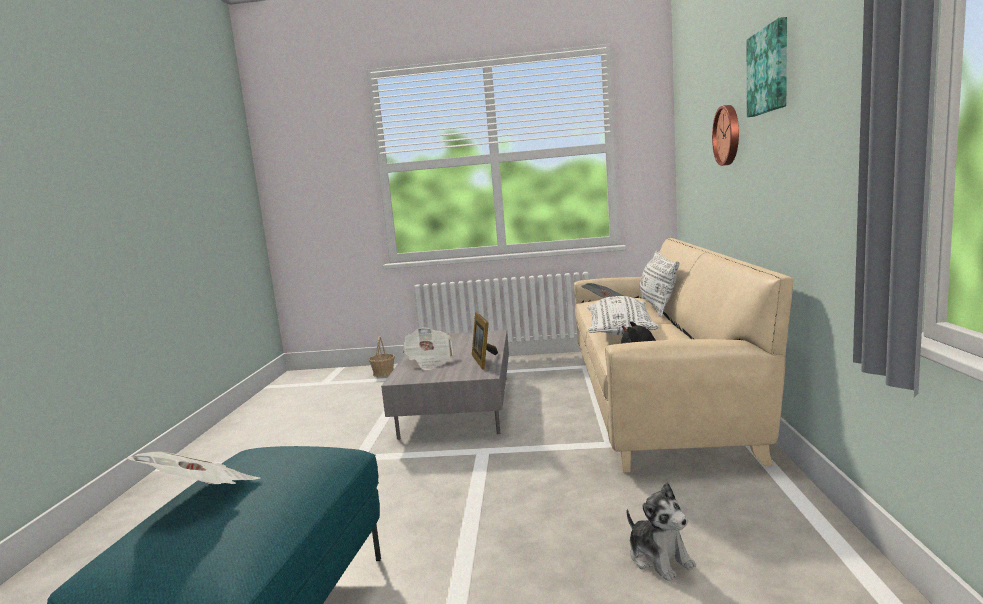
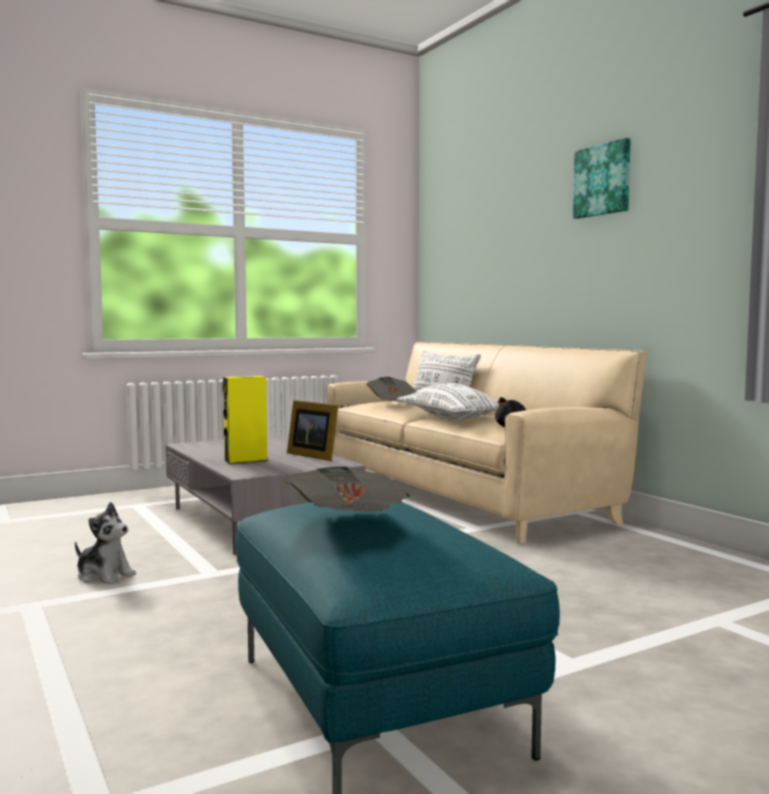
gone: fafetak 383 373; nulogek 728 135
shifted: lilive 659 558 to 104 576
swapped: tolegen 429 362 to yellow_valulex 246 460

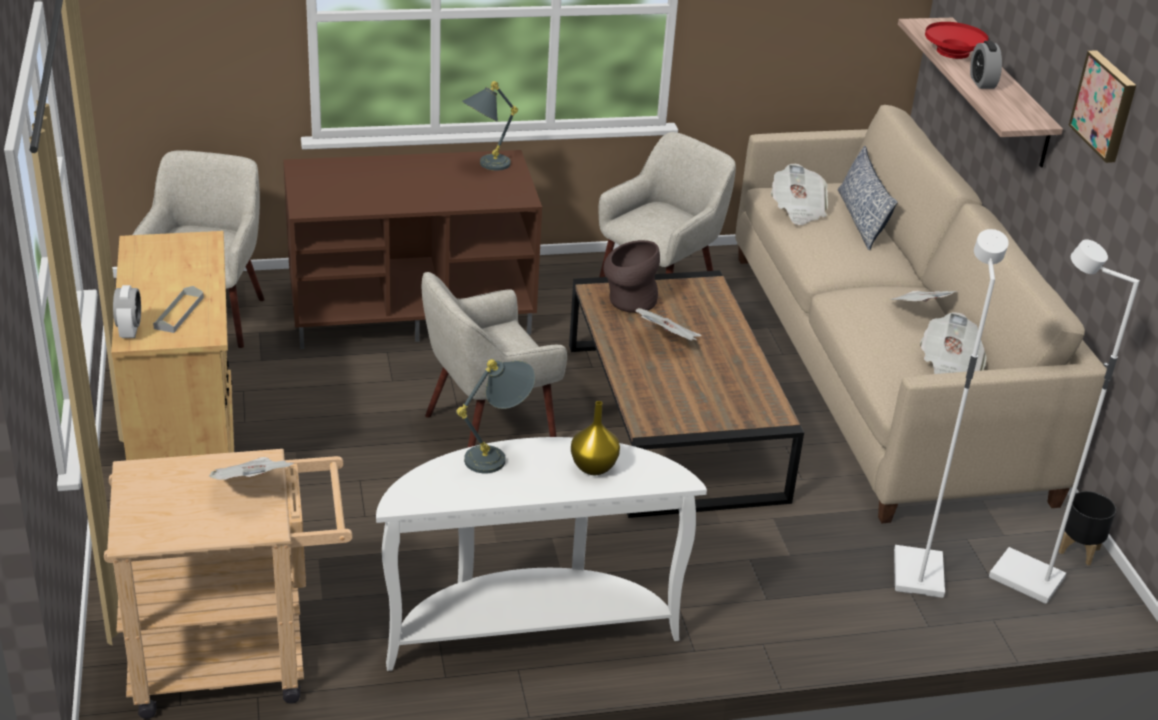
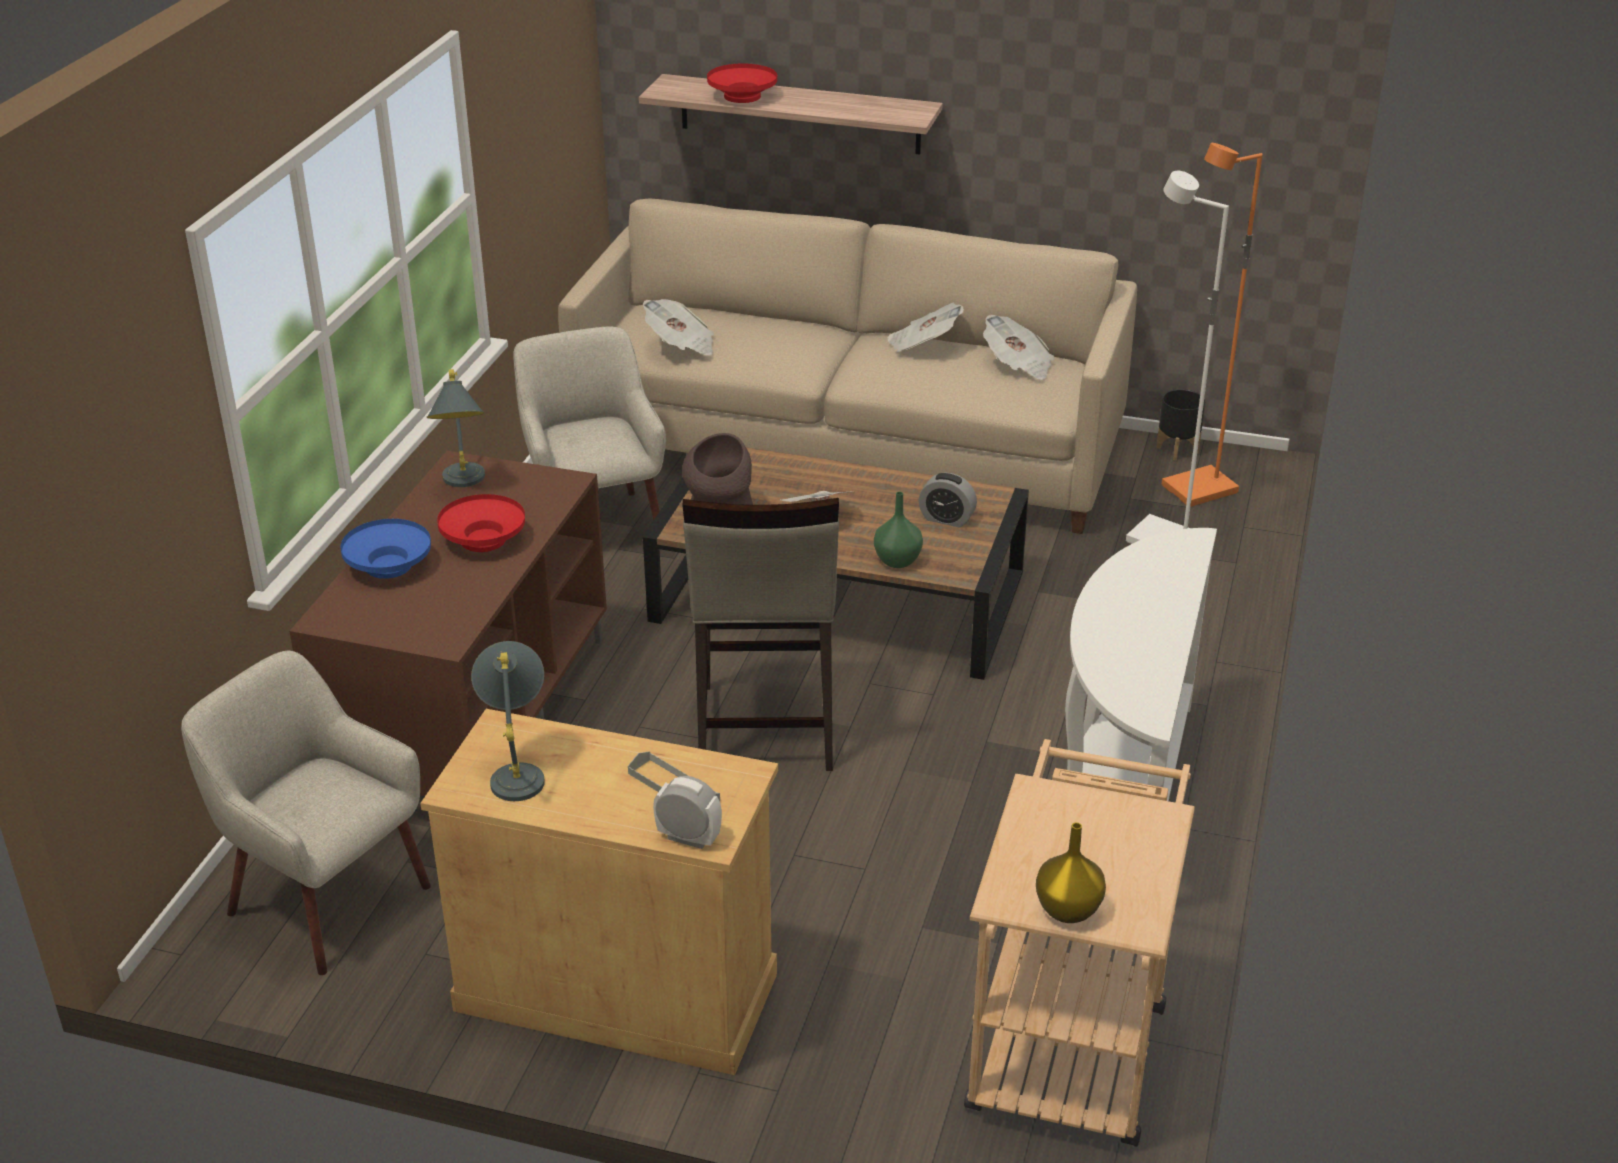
gone: tolegen 253 486; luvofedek 861 220; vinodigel 1105 106
new: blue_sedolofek 389 566; red_sedolofek 484 540; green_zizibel 897 560
shifted: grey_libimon 498 456 to 518 770; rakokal 982 82 to 946 519; yellow_zizibel 592 467 to 1067 911
swapped: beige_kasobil 488 429 to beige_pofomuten 764 728
repainted: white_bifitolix 1024 579 to orange_bifitolix 1199 490

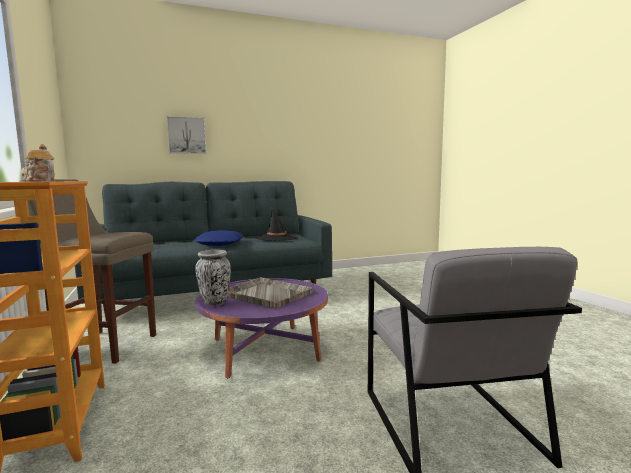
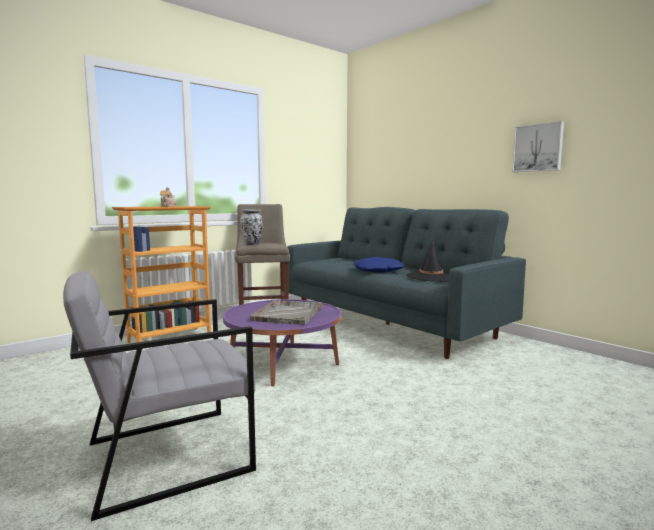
shifted: zizibel 215 302 to 252 244; vinodigel 186 135 to 538 148

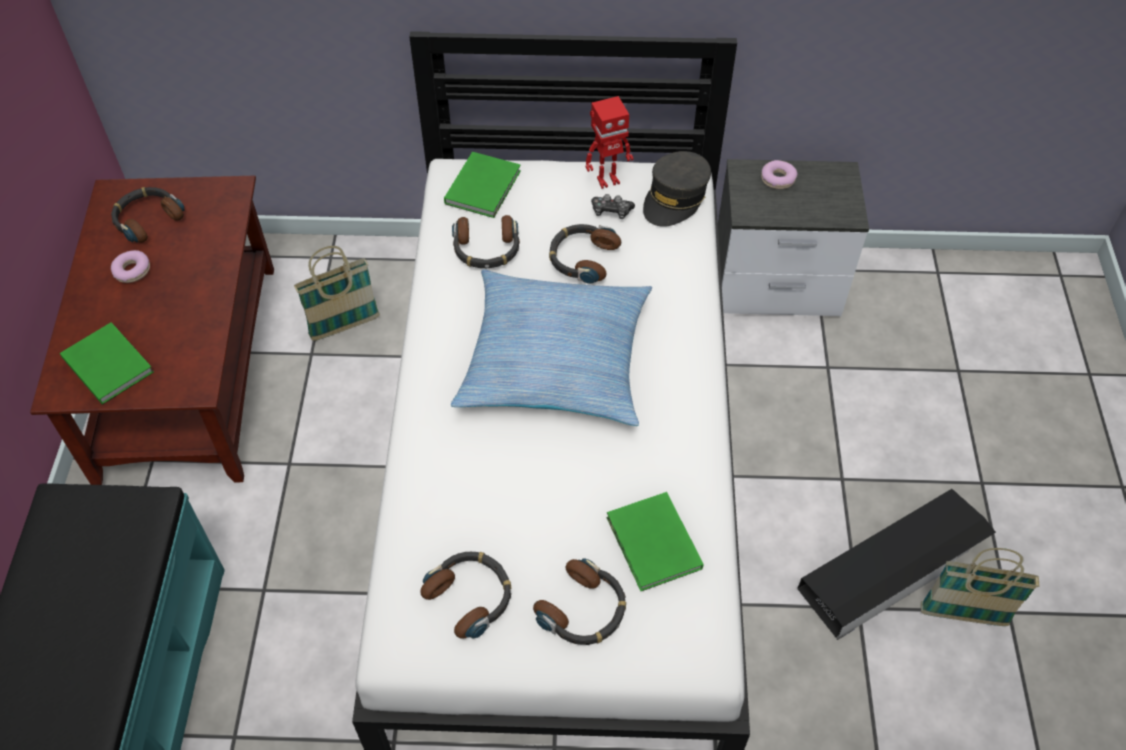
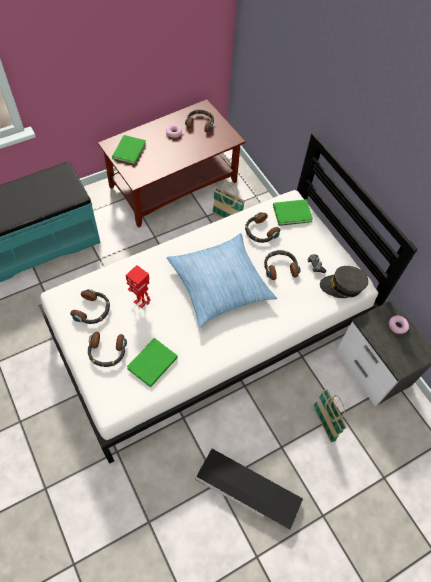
shifted: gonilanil 607 180 to 141 302; fafetak 963 616 to 323 423

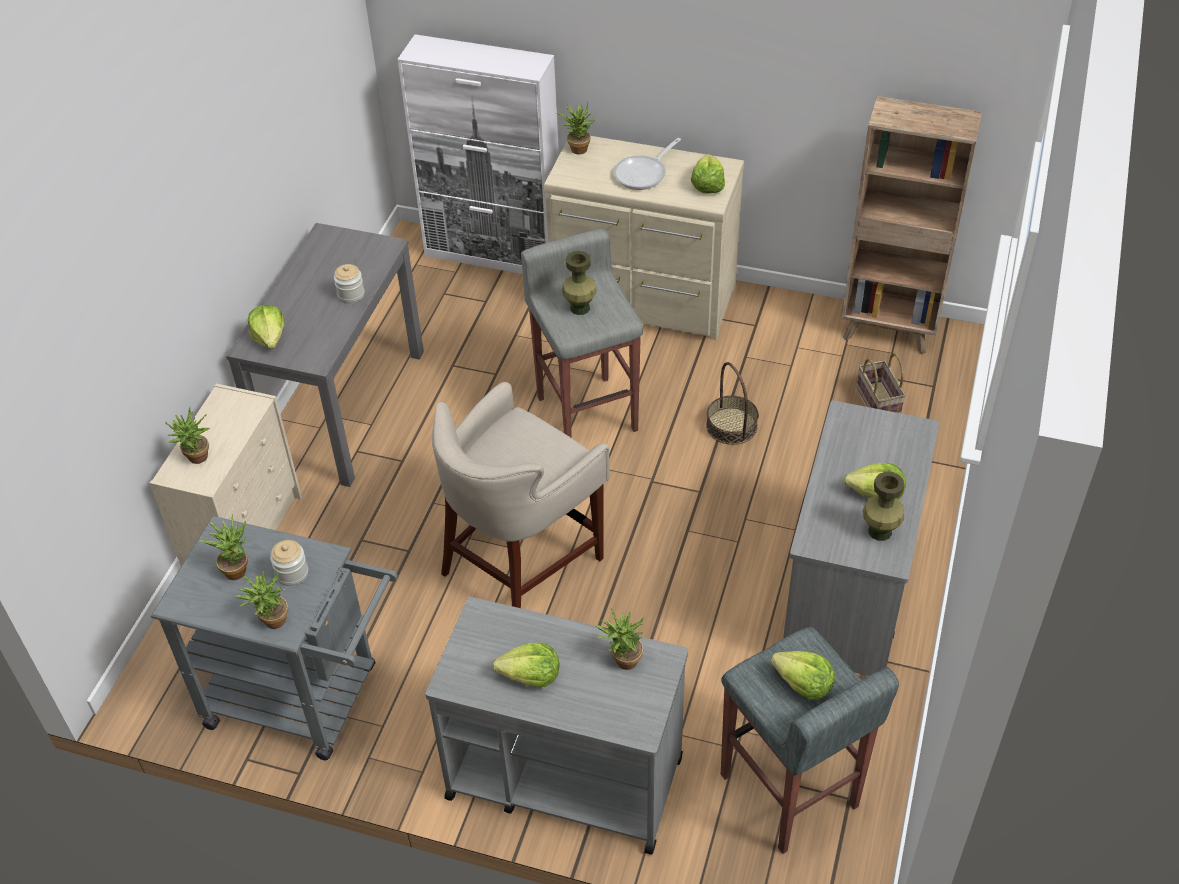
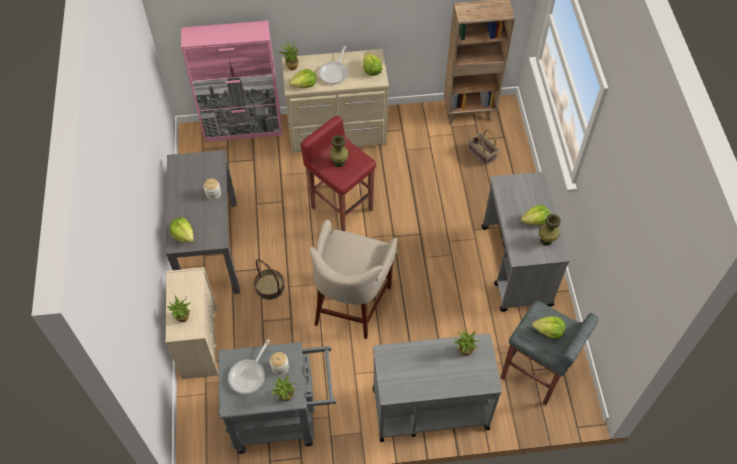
shifted: fafetak 732 426 to 269 287; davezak 531 676 to 304 85
swapped: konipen 237 568 to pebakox 249 375
repainted: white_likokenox 494 254 to pink_likokenox 243 129; grey_pofomuten 587 412 to red_pofomuten 341 208

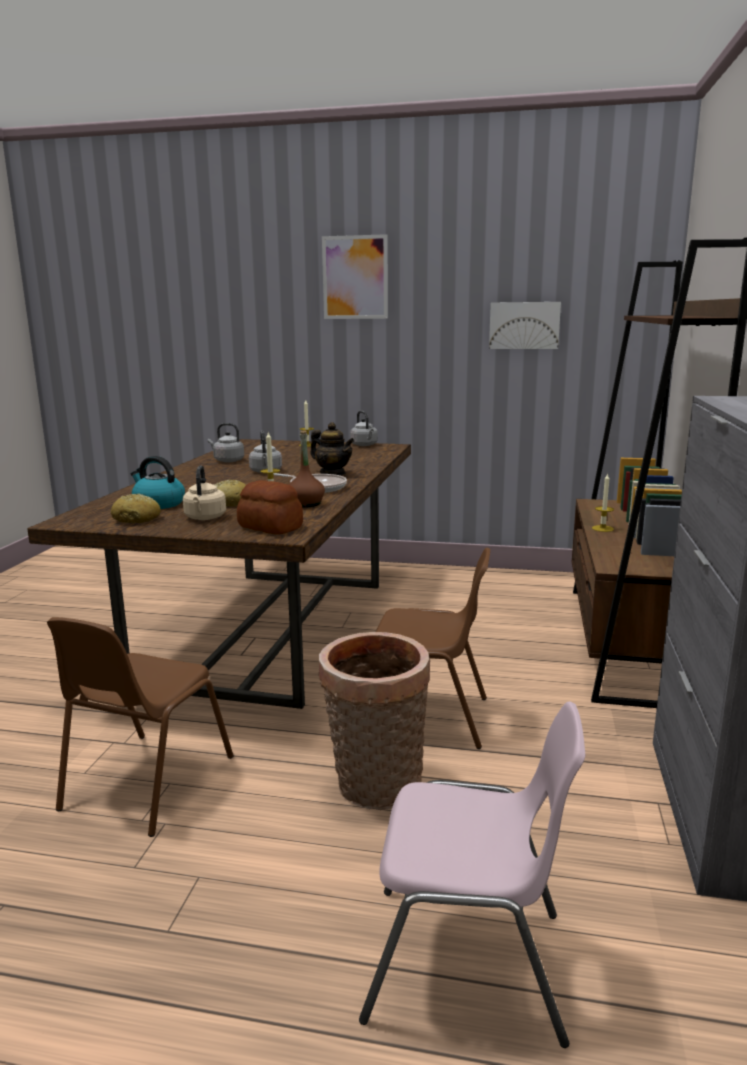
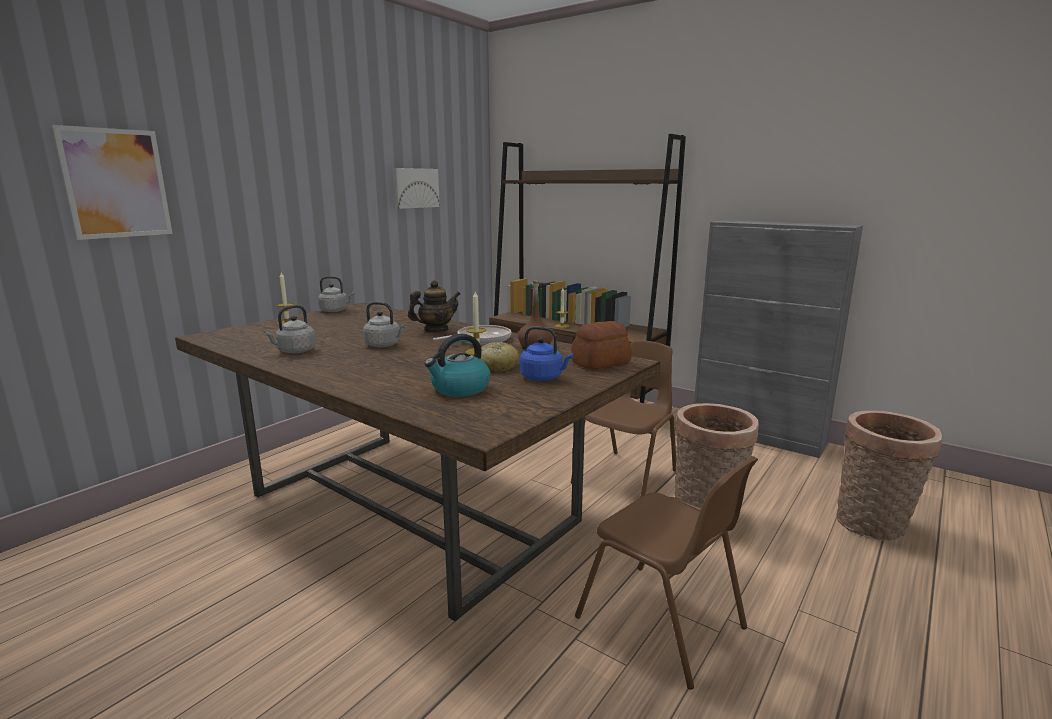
gone: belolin 137 519
shifted: vinodigel 355 277 to 116 183
swapped: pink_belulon 469 964 to fafetak 874 526
repainted: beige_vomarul 205 518 to blue_vomarul 543 378

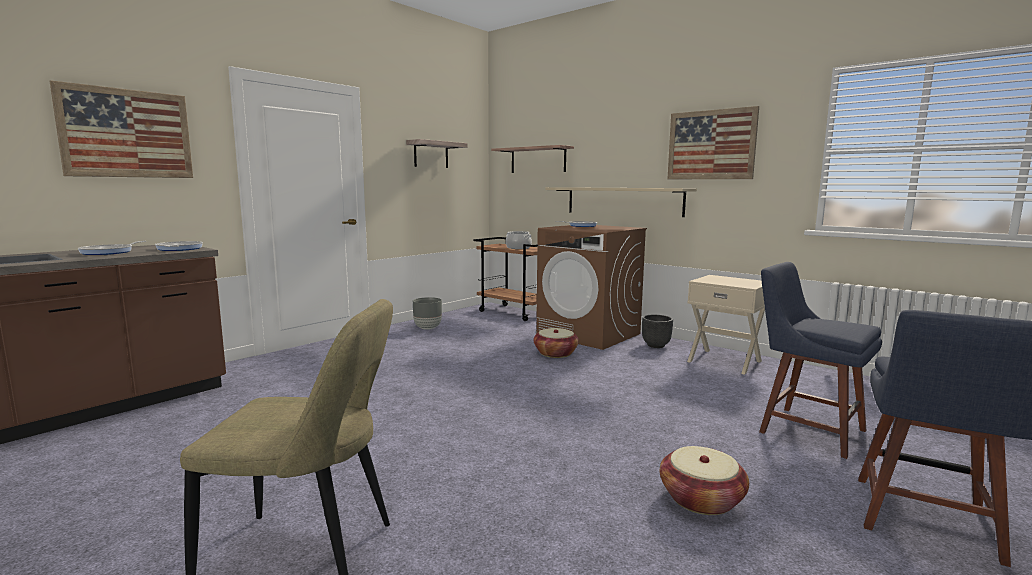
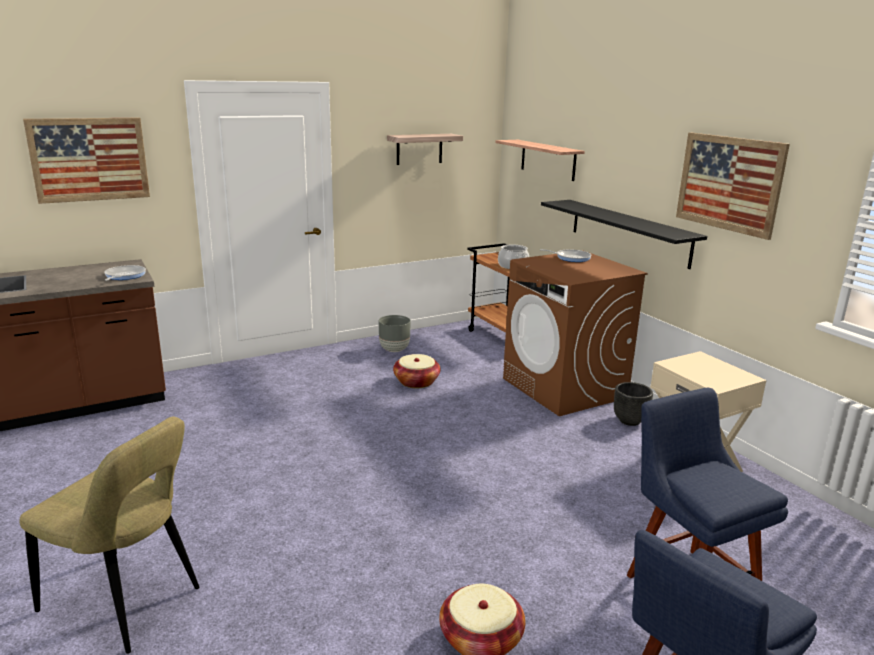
gone: pebakox 109 252
shifted: fafetak 555 353 to 416 382
repainted: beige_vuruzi 623 201 to black_vuruzi 629 232

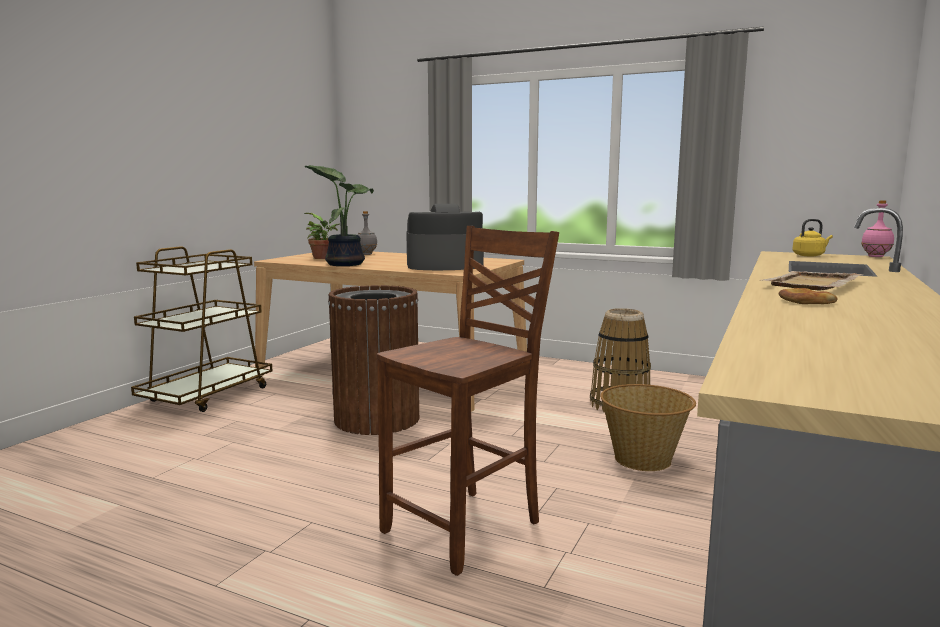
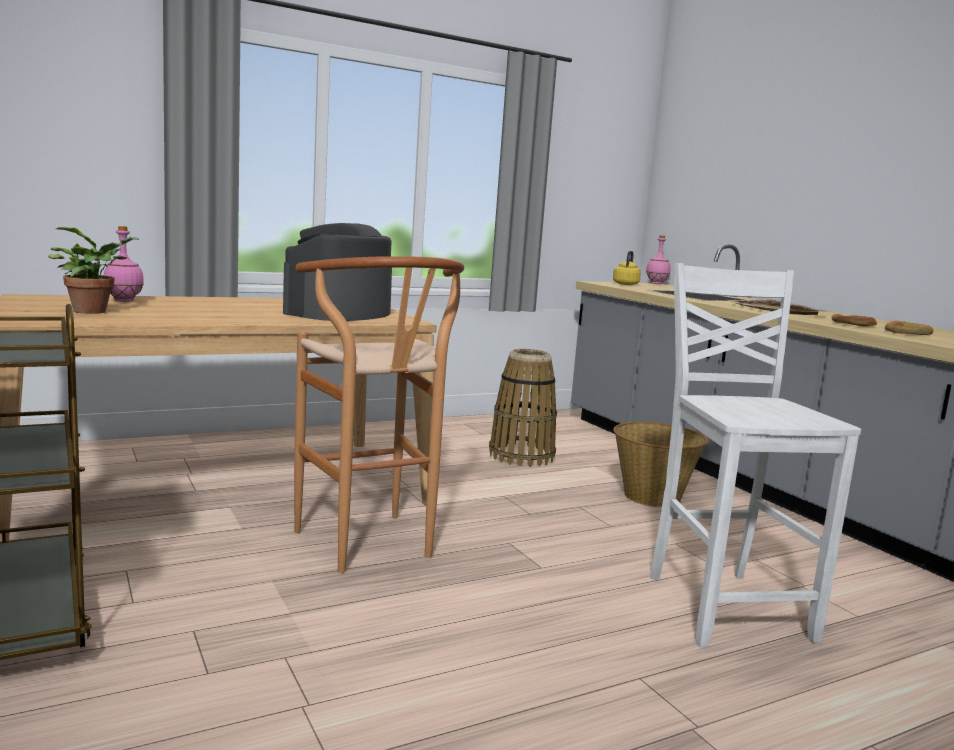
gone: konipen 344 264
new: belolin 908 332
swapped: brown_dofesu 376 419 to brown_pofomuten 371 548
repainted: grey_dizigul 366 254 to pink_dizigul 123 301; brown_belulon 466 527 to white_belulon 725 605

